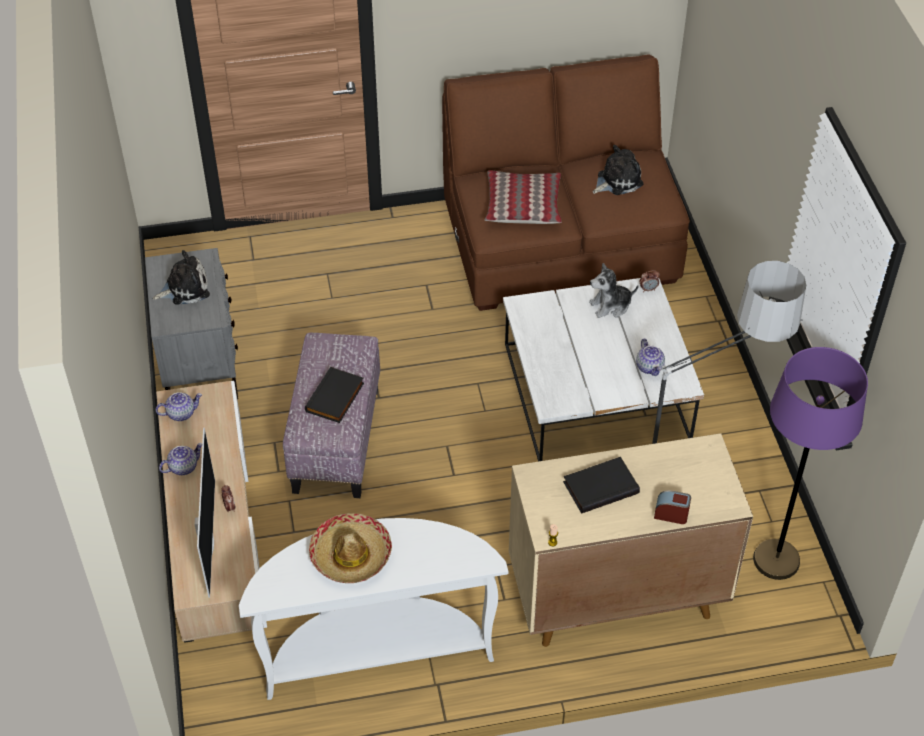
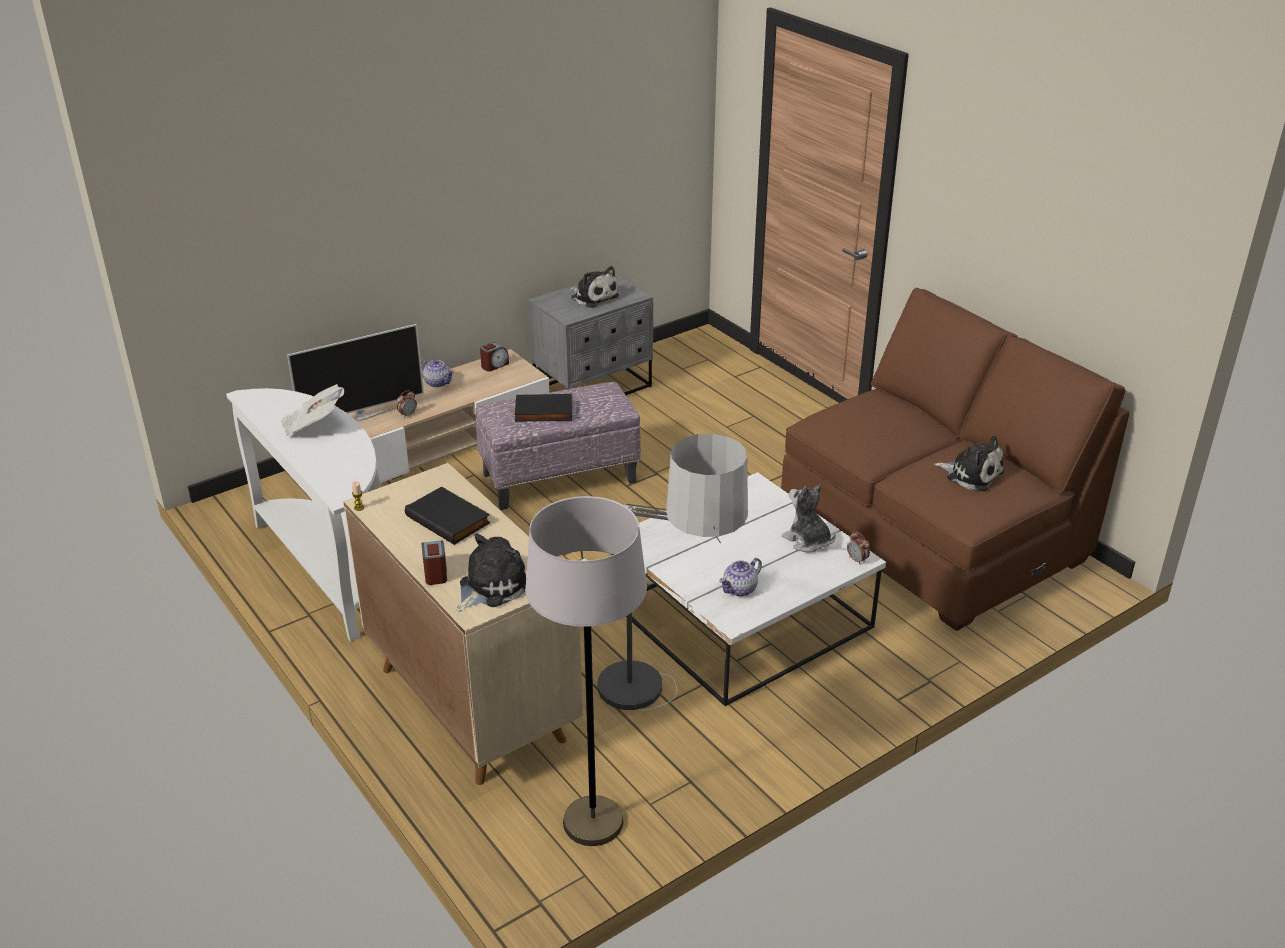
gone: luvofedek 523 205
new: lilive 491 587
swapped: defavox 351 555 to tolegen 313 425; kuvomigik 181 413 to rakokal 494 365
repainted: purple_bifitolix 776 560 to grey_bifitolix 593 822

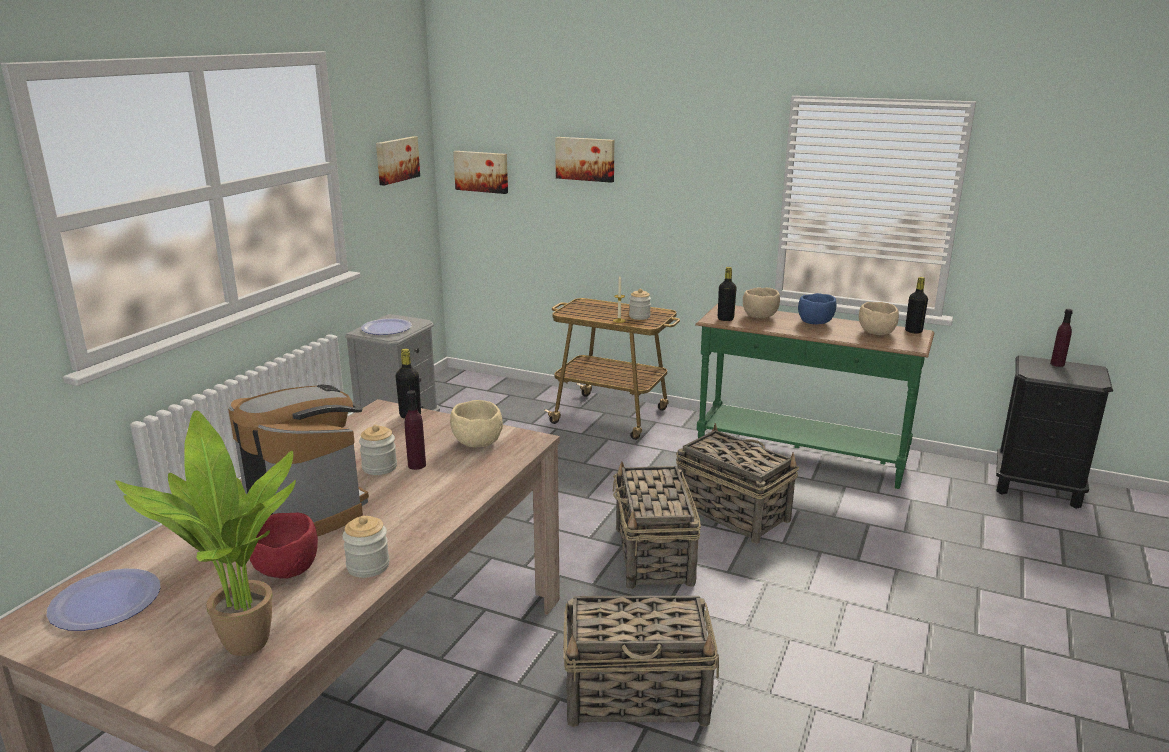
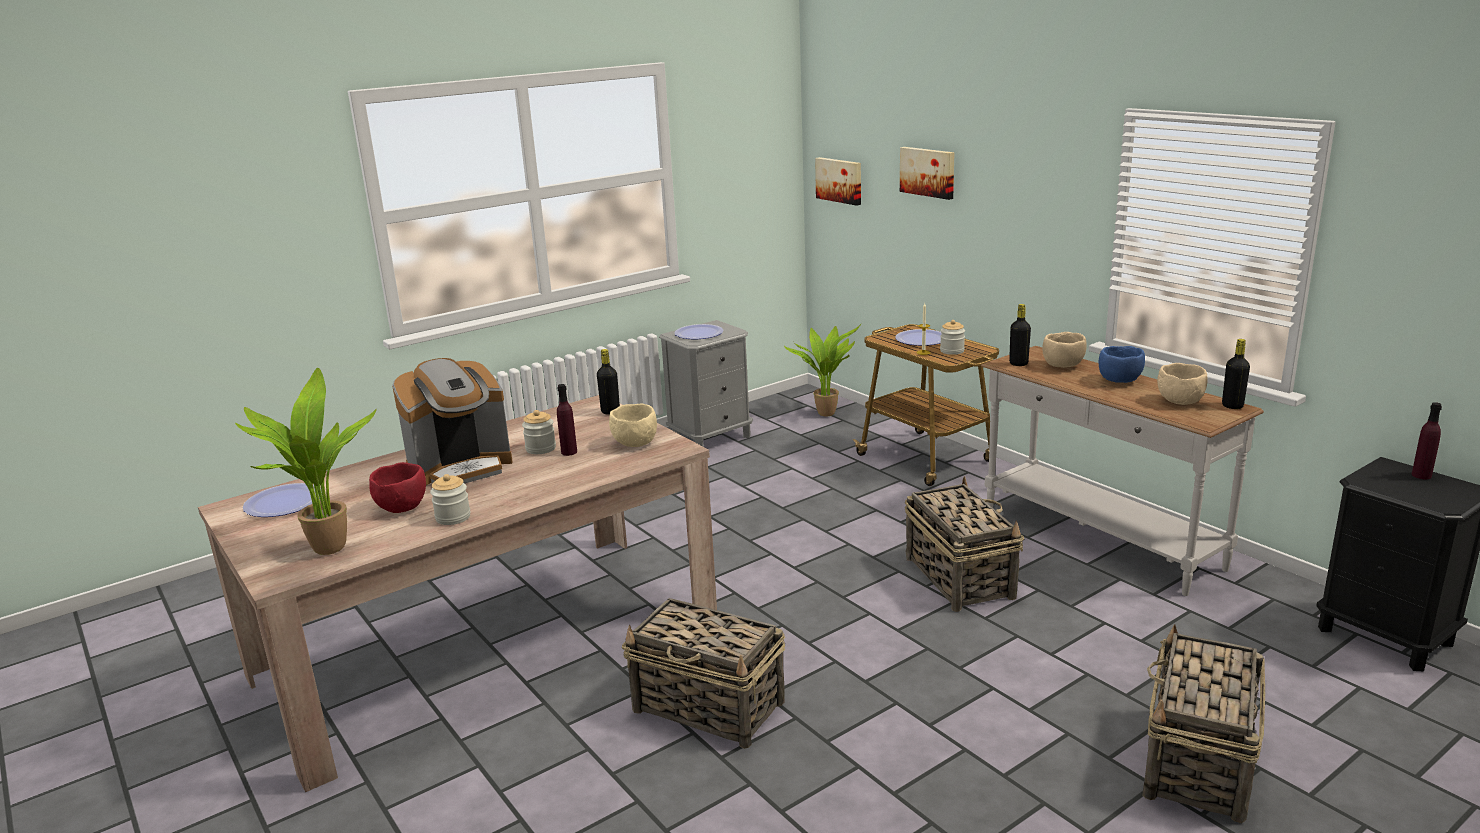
gone: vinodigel 396 160
new: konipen 827 412; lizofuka 921 339
shifted: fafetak 653 556 to 1197 763
repainted: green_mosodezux 800 457 to white_mosodezux 1098 538
rotated: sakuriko 308 507 = 461 468 75 degrees clockwise

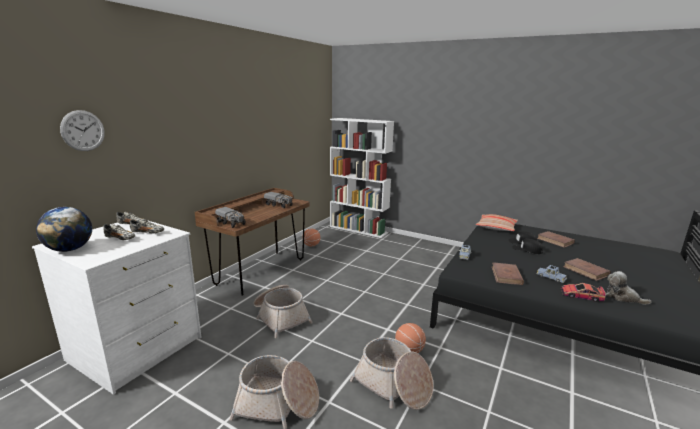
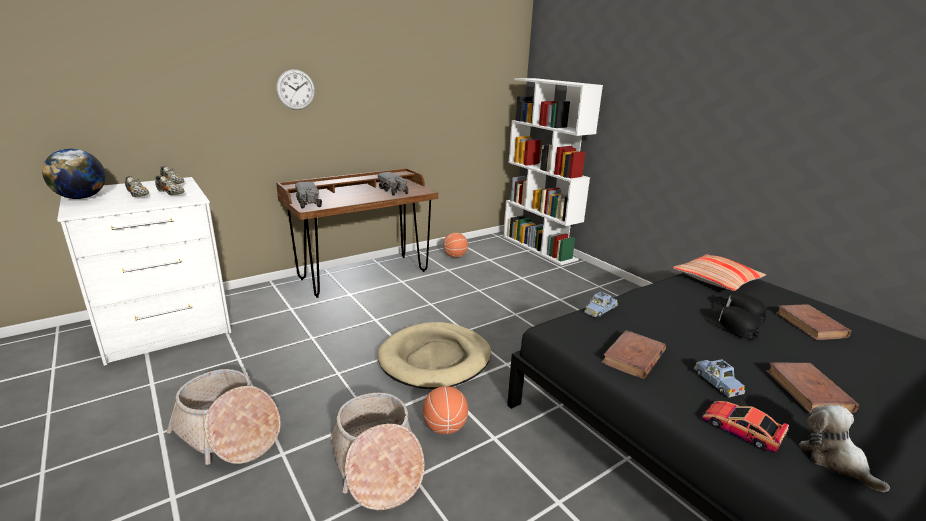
gone: fafetak 280 317
new: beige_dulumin 435 359
shifted: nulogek 83 130 to 295 89

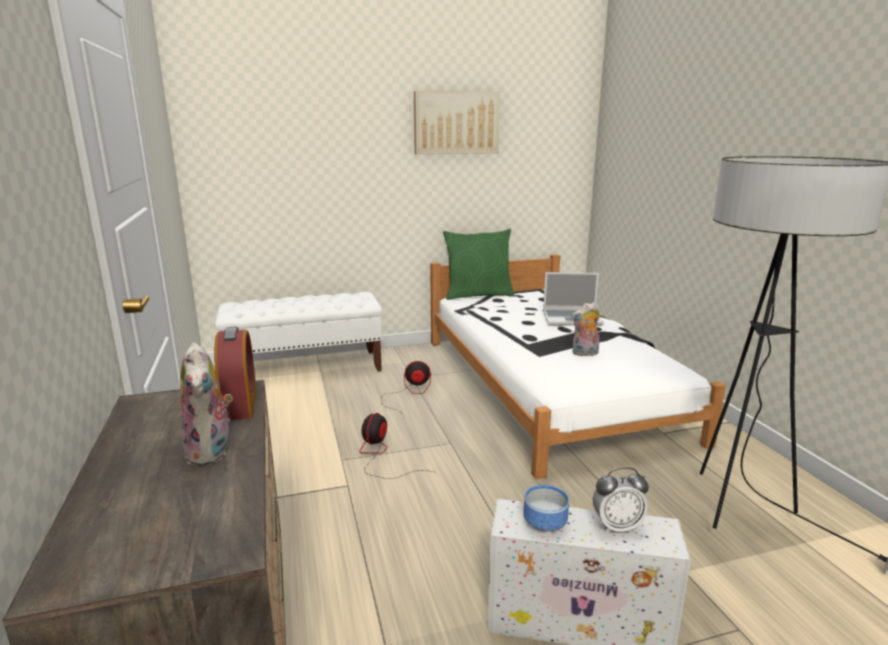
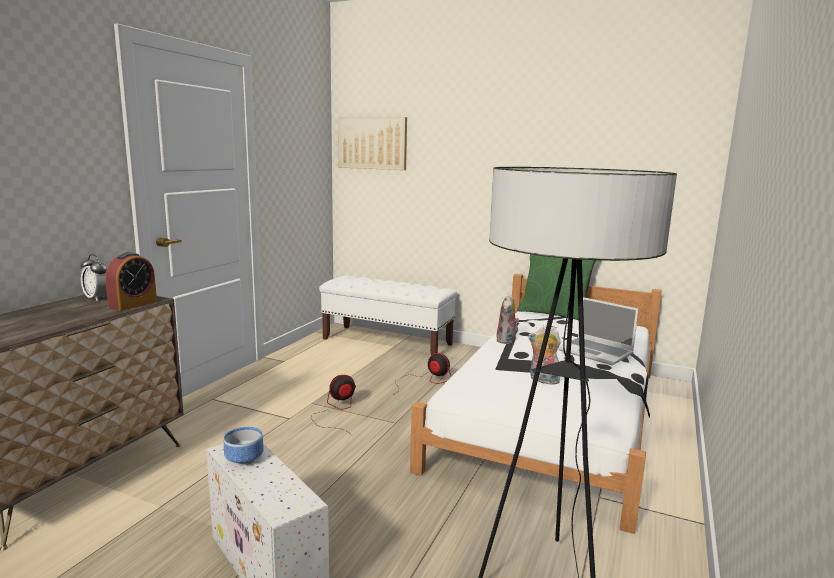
shifted: rakokal 617 526 to 98 298; vinodigel 456 123 to 372 143; lilive 212 451 to 506 340

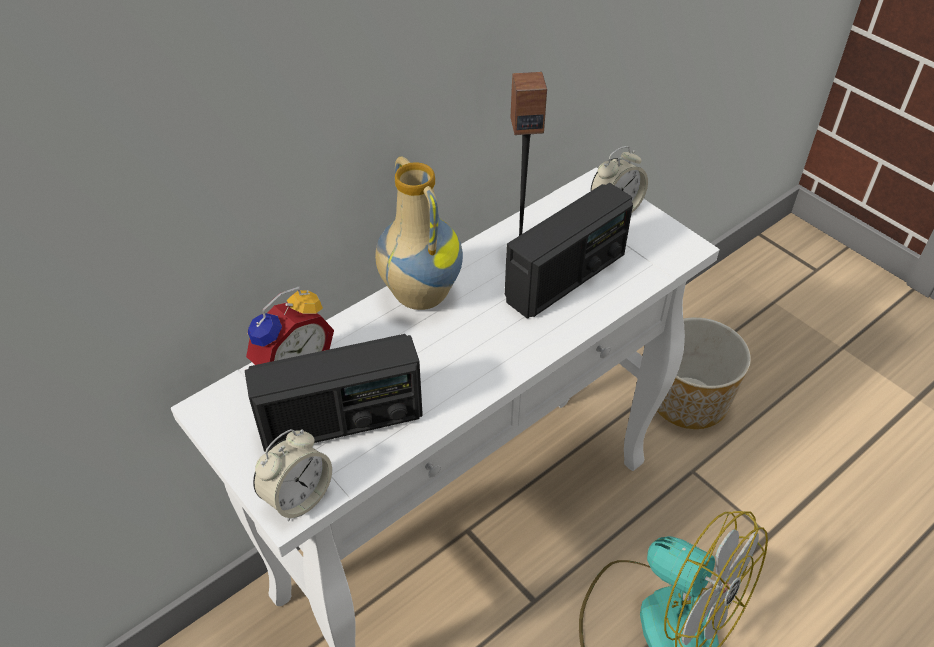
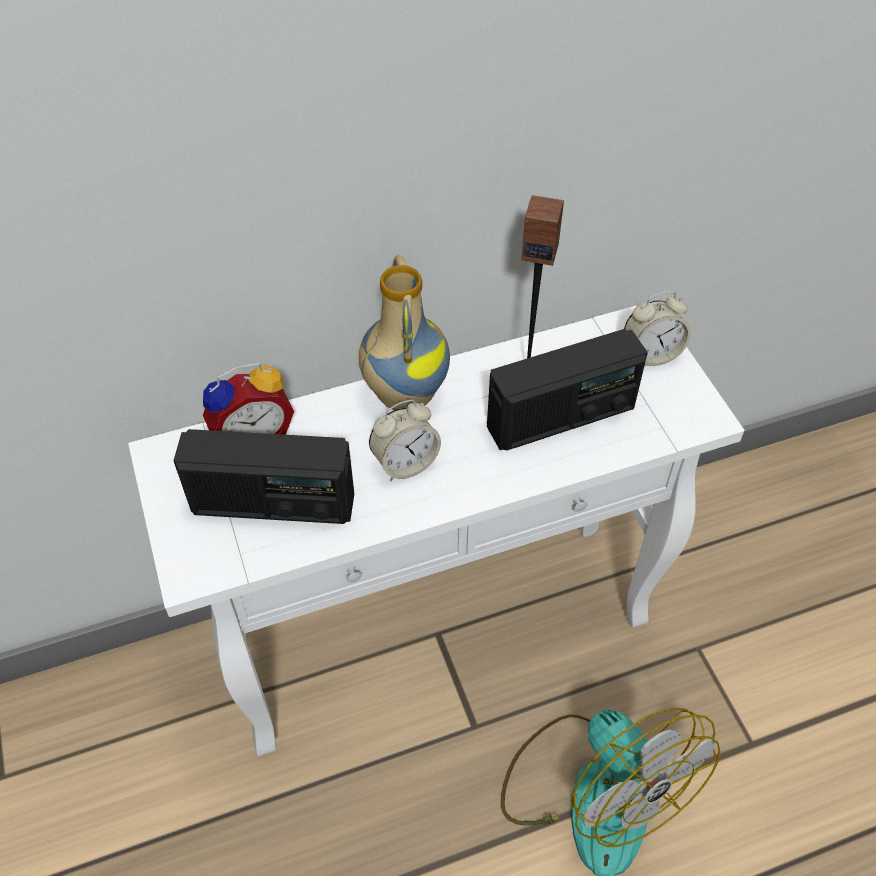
gone: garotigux 689 400
shifted: rakokal 298 497 to 405 463

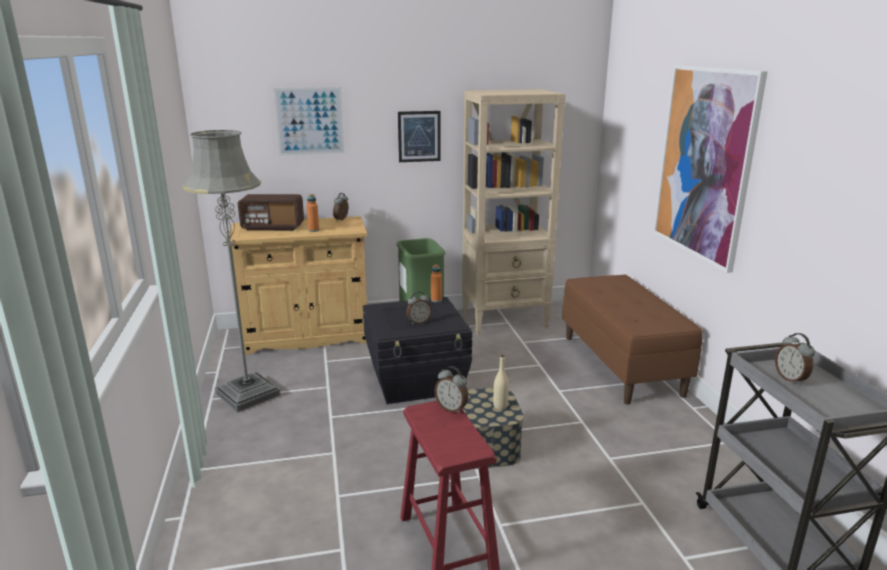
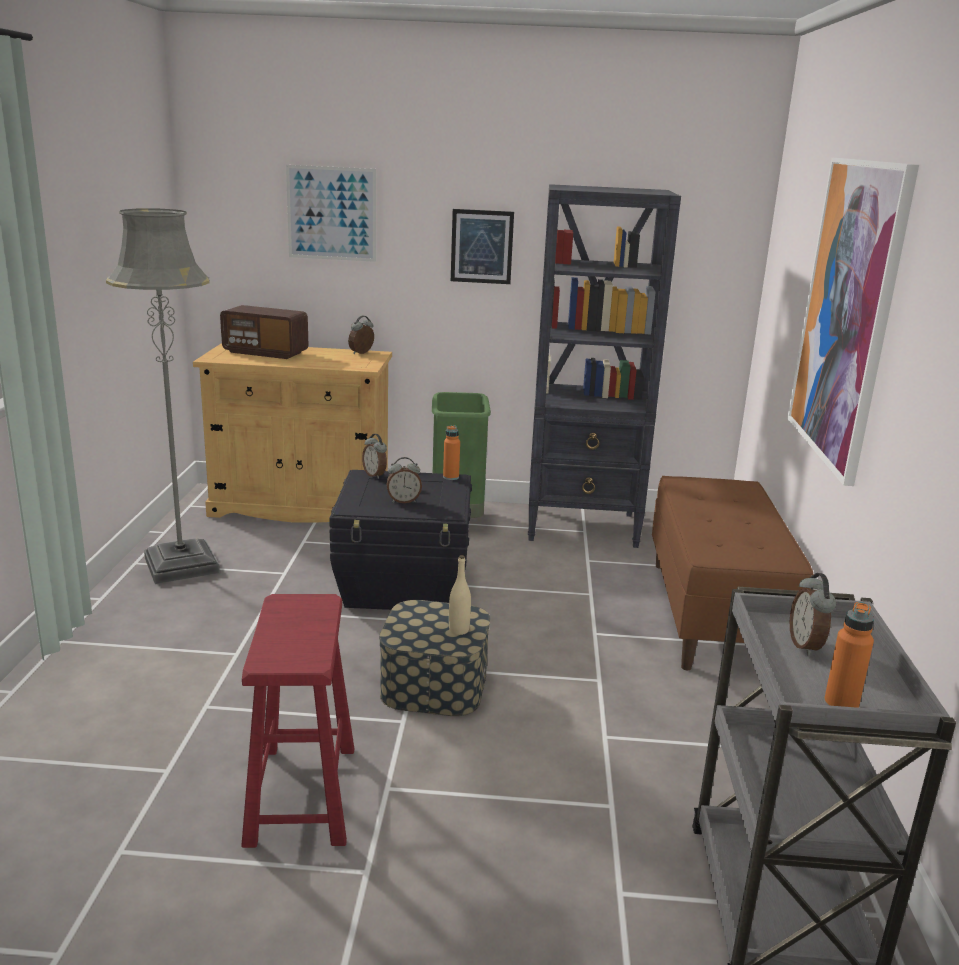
shifted: rakokal 451 408 to 375 475; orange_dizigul 313 230 to 840 705
repainted: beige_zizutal 505 320 to black_zizutal 583 527

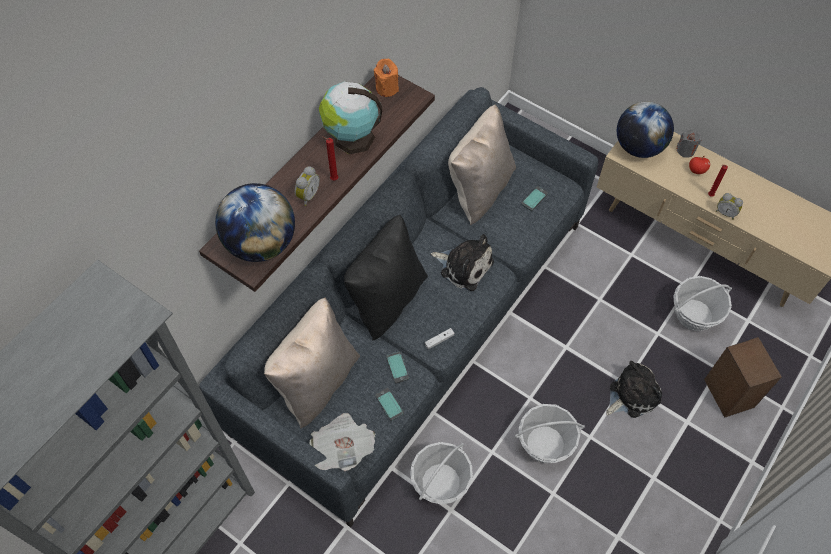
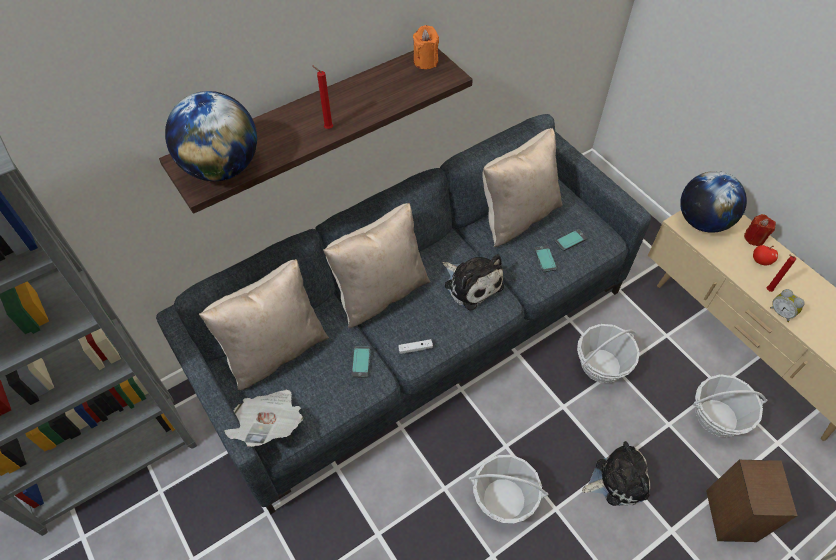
gone: rakokal 307 195; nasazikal 351 138
shifted: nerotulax 389 404 to 545 259; fafetak 440 482 to 601 365
repainted: black_luvofedek 387 299 to beige_luvofedek 380 292; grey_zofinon 685 150 to red_zofinon 754 238

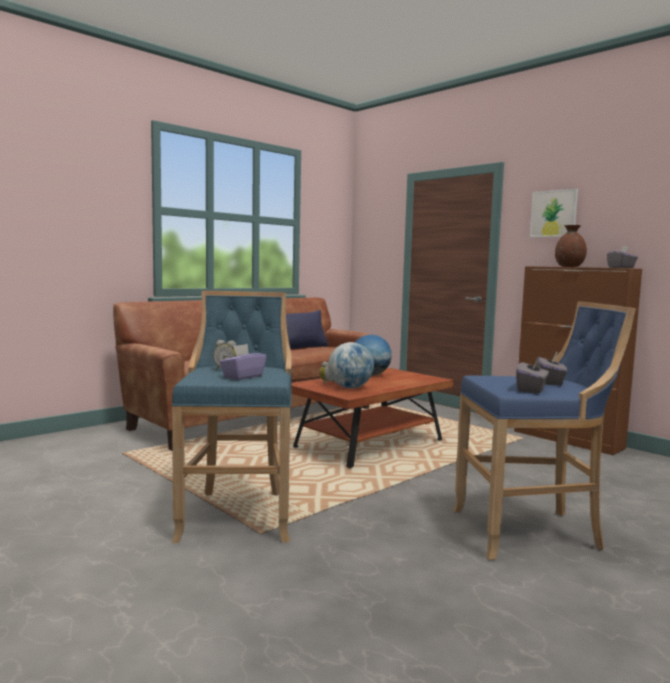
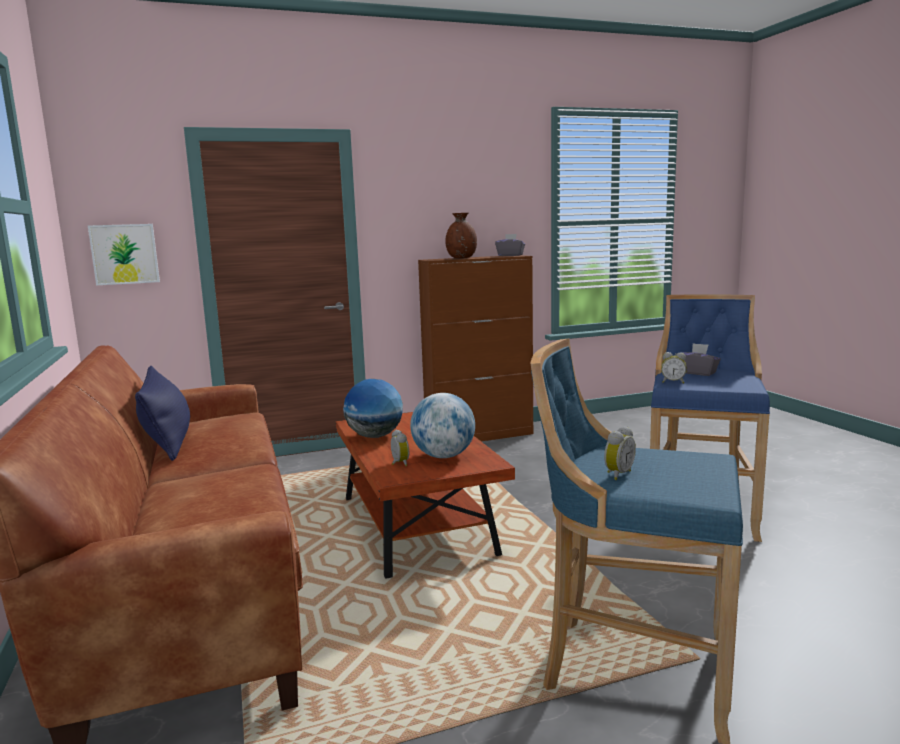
gone: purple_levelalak 242 376; grey_levelalak 531 390
new: rakokal 673 382
shifted: vinodigel 553 214 to 124 254

